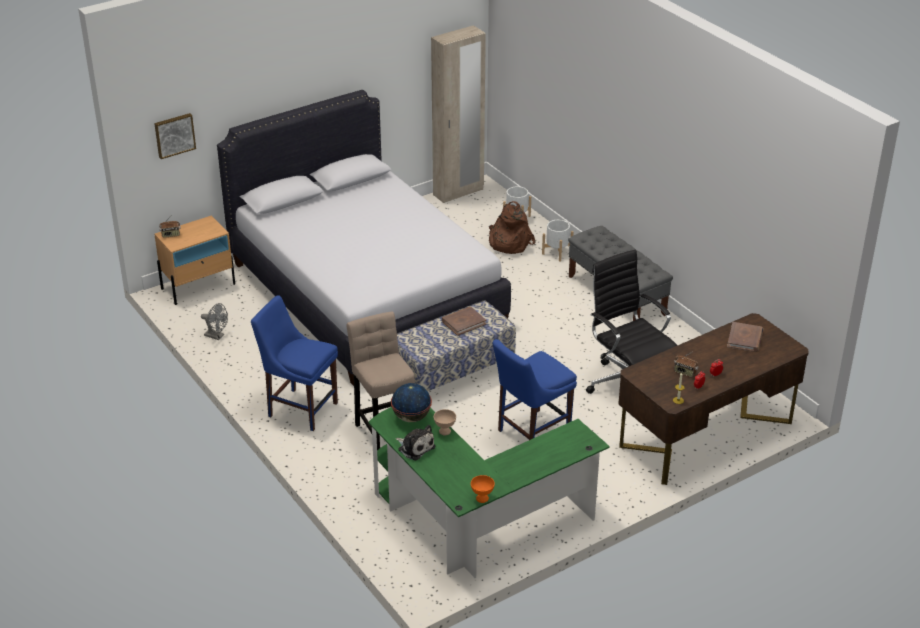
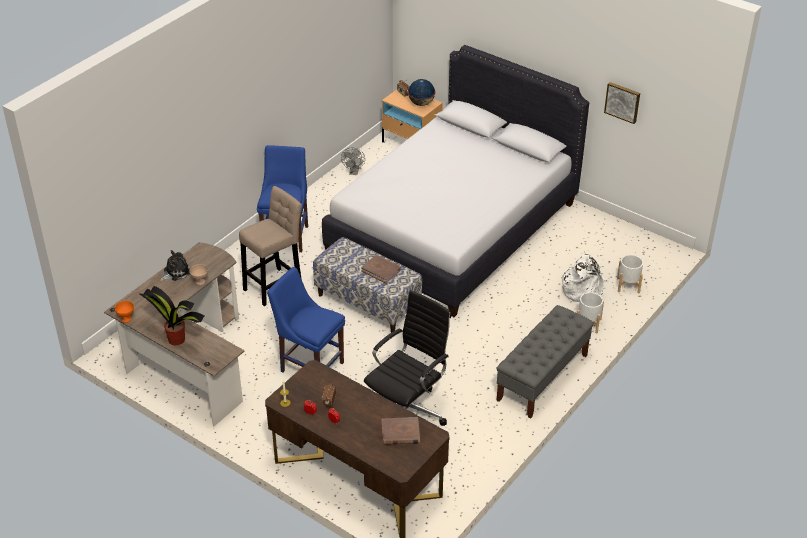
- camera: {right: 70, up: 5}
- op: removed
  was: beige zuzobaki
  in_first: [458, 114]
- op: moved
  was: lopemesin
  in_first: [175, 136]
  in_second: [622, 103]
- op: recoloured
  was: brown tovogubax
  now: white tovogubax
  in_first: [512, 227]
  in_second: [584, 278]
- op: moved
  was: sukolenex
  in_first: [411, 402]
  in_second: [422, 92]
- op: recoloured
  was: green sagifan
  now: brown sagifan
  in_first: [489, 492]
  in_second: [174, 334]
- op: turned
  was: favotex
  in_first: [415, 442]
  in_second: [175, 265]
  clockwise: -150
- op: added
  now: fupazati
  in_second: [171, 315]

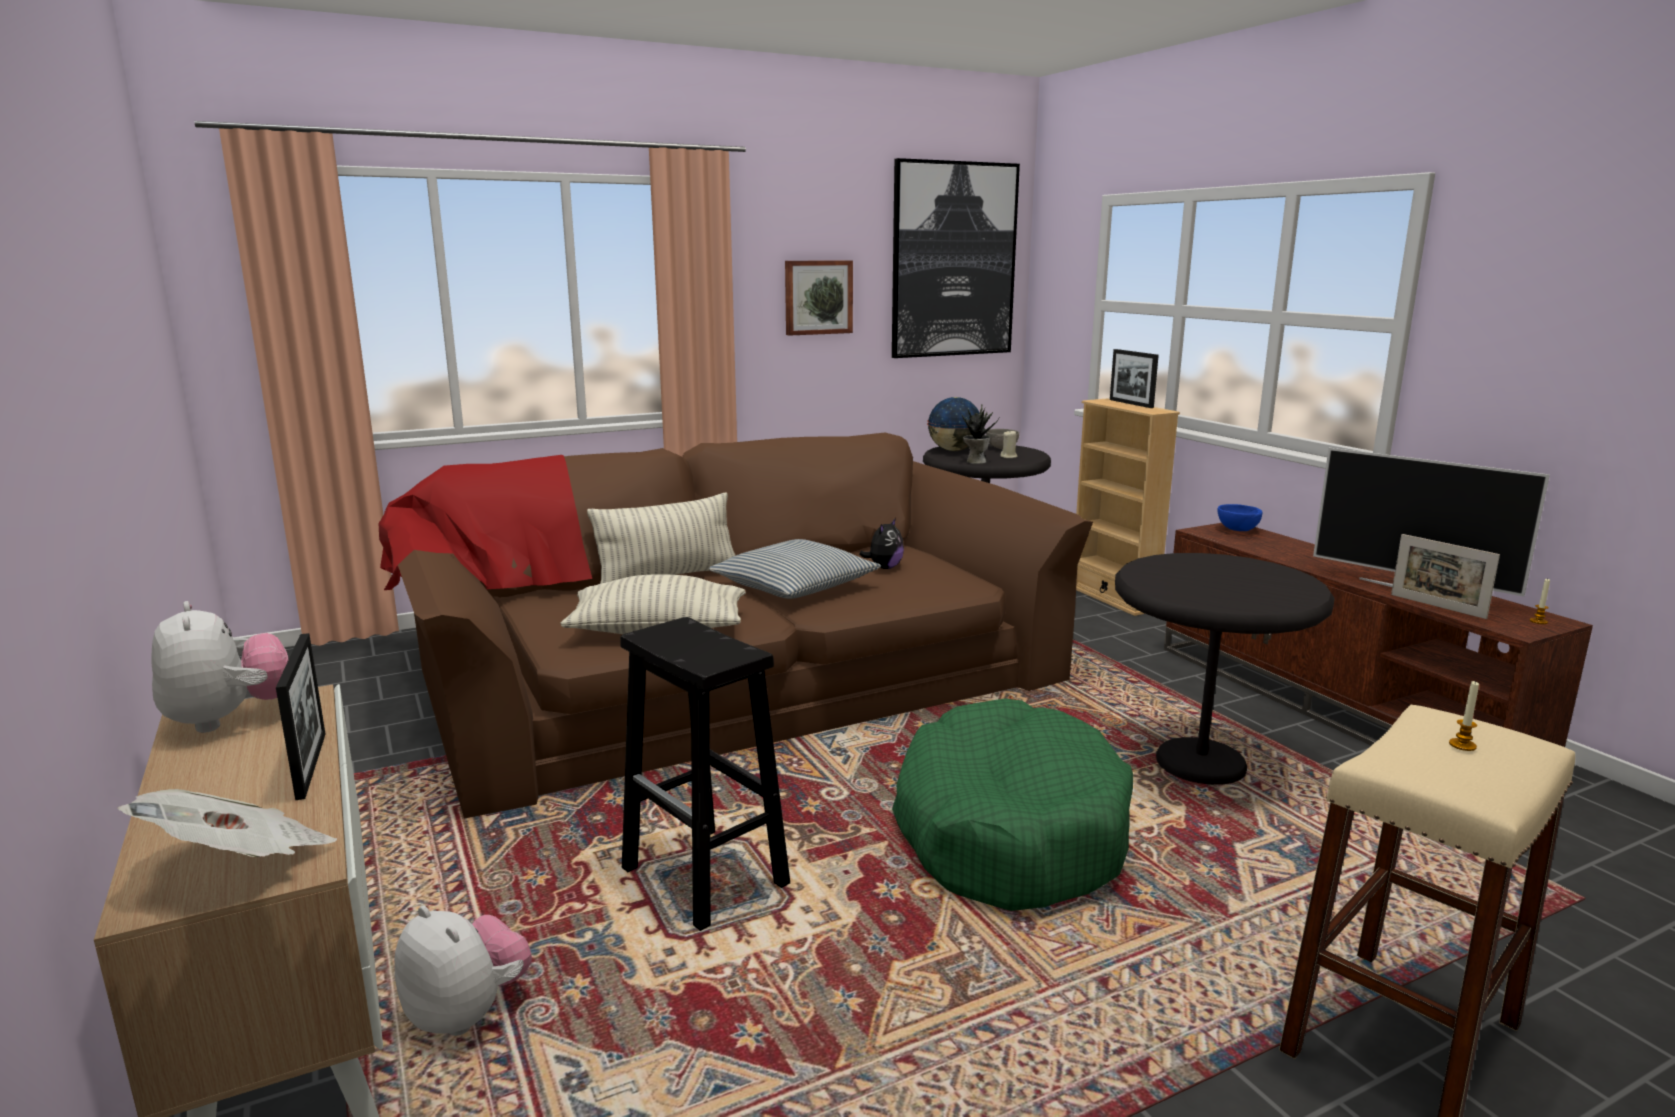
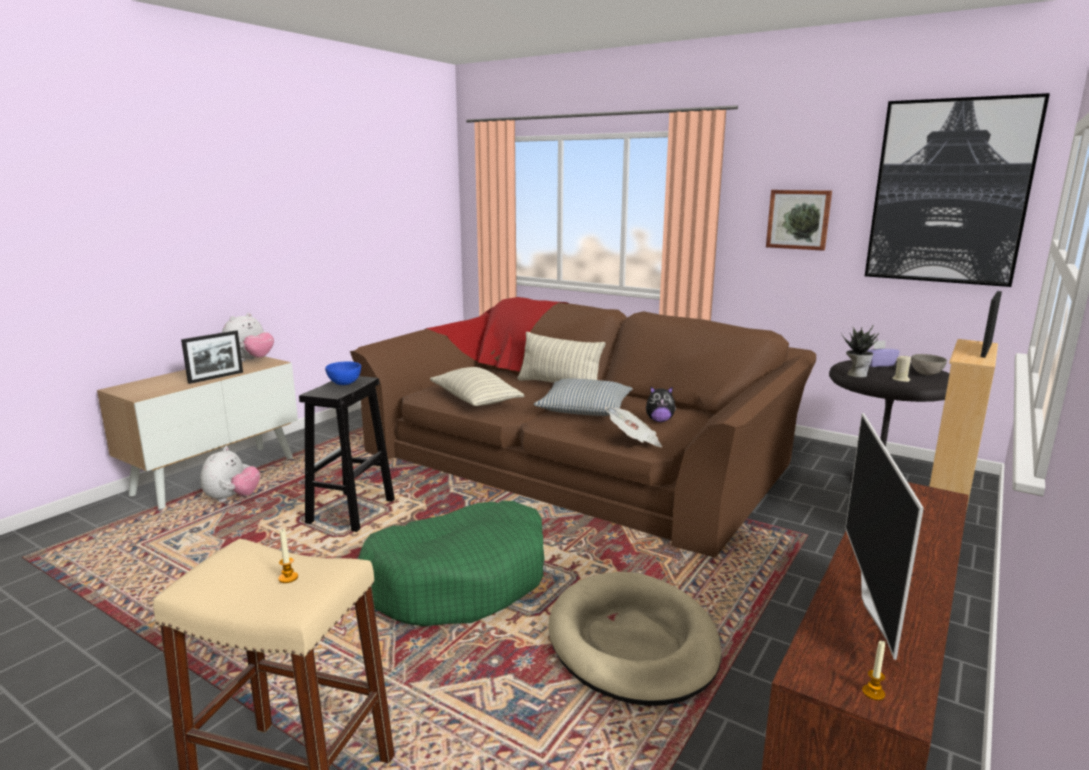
- camera: {right: 60, up: 0}
- op: replaced
  was: sukolenex
  now: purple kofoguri
  in_first: [953, 424]
  in_second: [883, 354]
- op: moved
  was: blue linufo
  in_first: [1239, 517]
  in_second: [343, 373]
- op: removed
  was: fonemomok
  in_first: [1445, 576]
- op: replaced
  was: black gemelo
  now: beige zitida
  in_first: [1225, 669]
  in_second: [635, 639]
- op: moved
  was: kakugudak
  in_first: [227, 823]
  in_second: [633, 427]

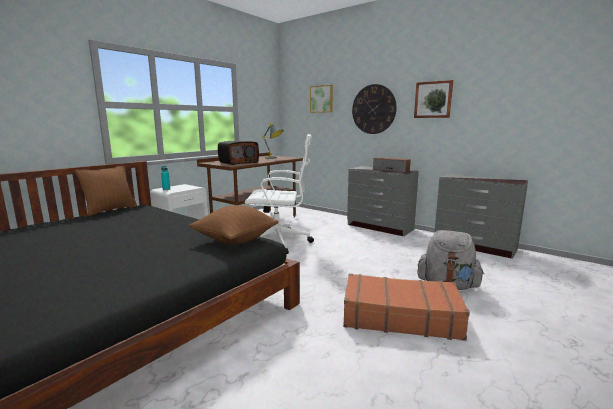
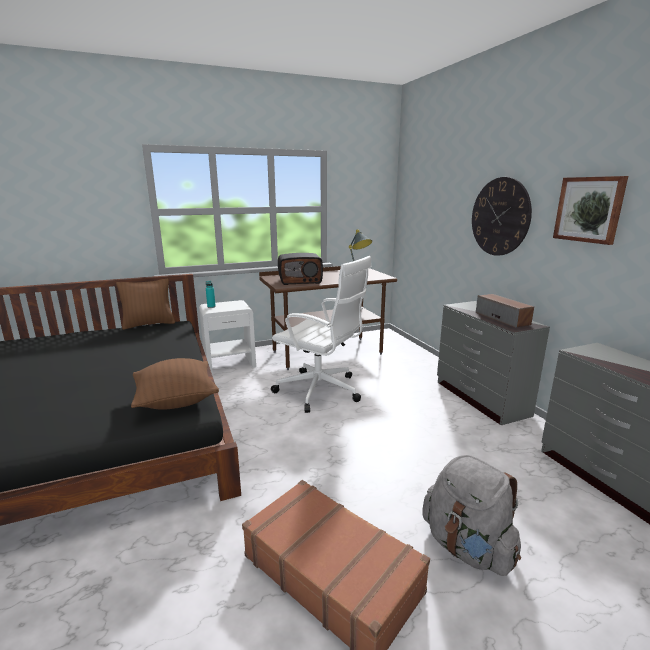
- camera: {right: 30, up: 5}
- op: removed
  was: lopemesin
  in_first: [321, 99]

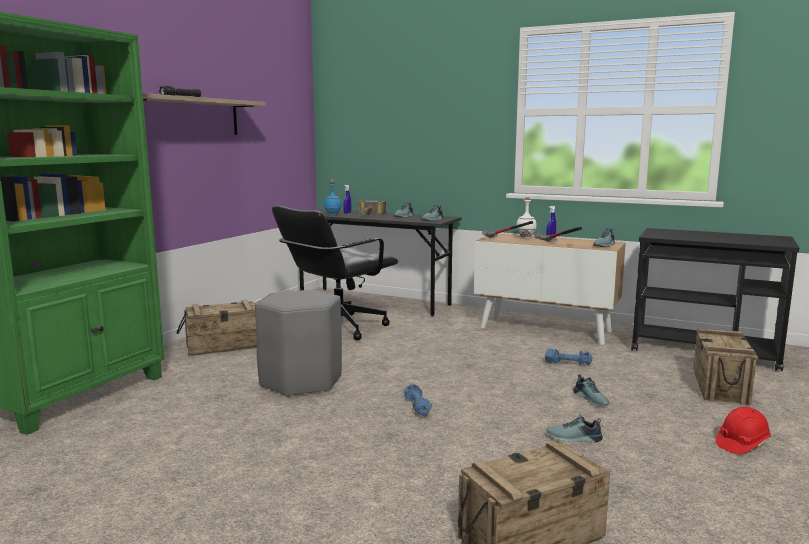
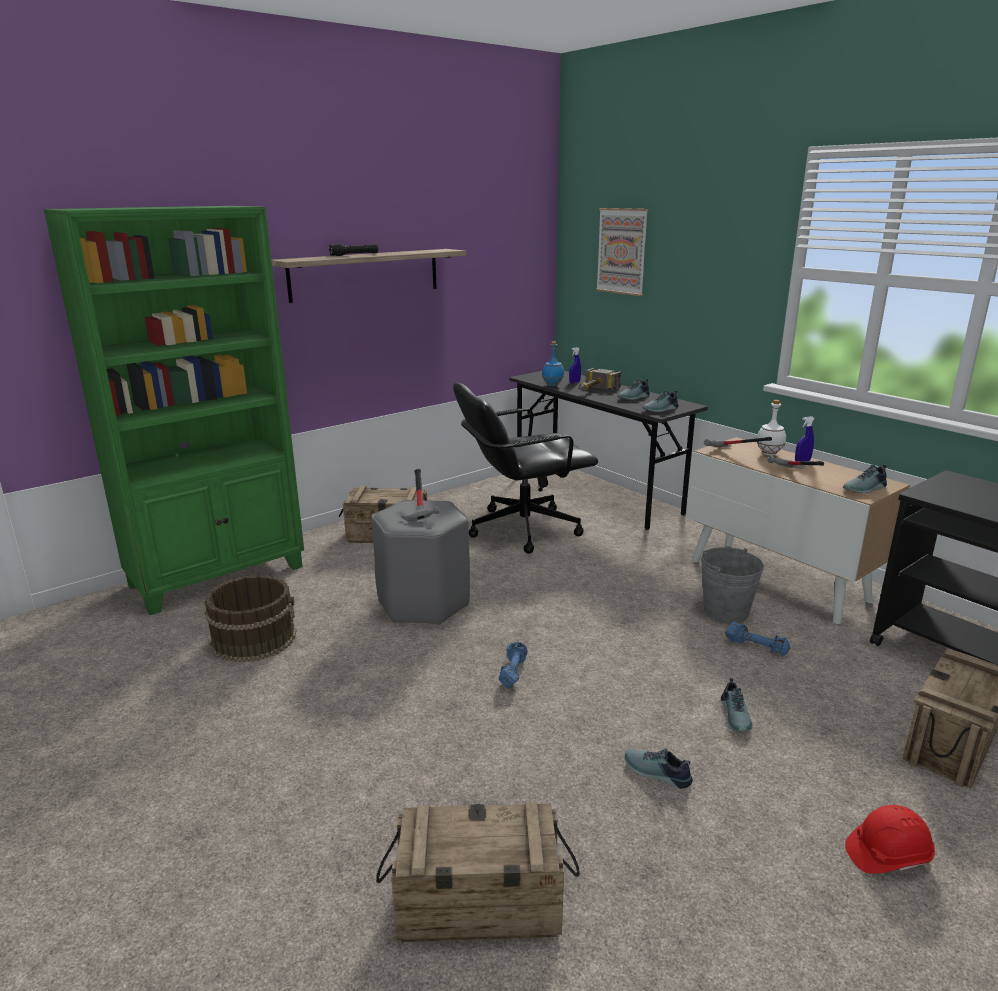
- camera: {right: 25, up: 10}
- op: added
  now: lopemesin
  in_second: [622, 252]
- op: added
  now: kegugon
  in_second: [420, 495]
- op: added
  now: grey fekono
  in_second: [732, 585]
- op: added
  now: brown fekono
  in_second: [250, 619]

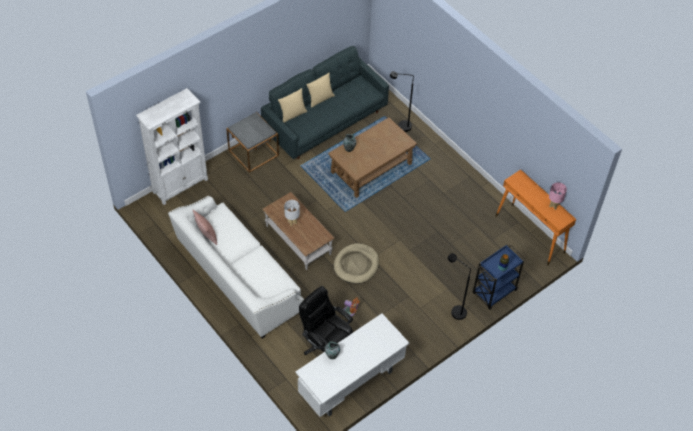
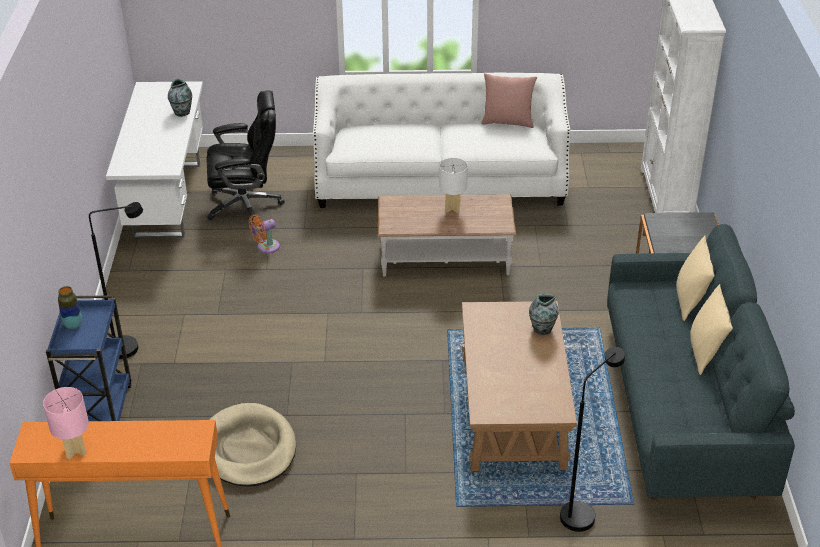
- camera: {right: 130, up: -15}
- op: moved
  was: beige zitida
  in_first: [356, 263]
  in_second: [252, 445]

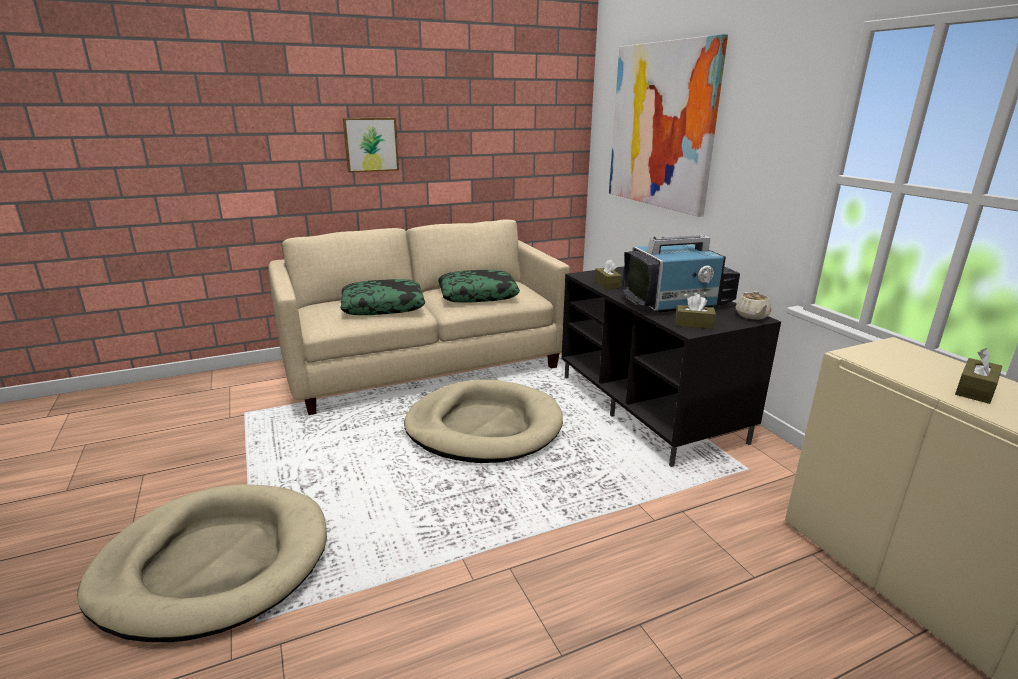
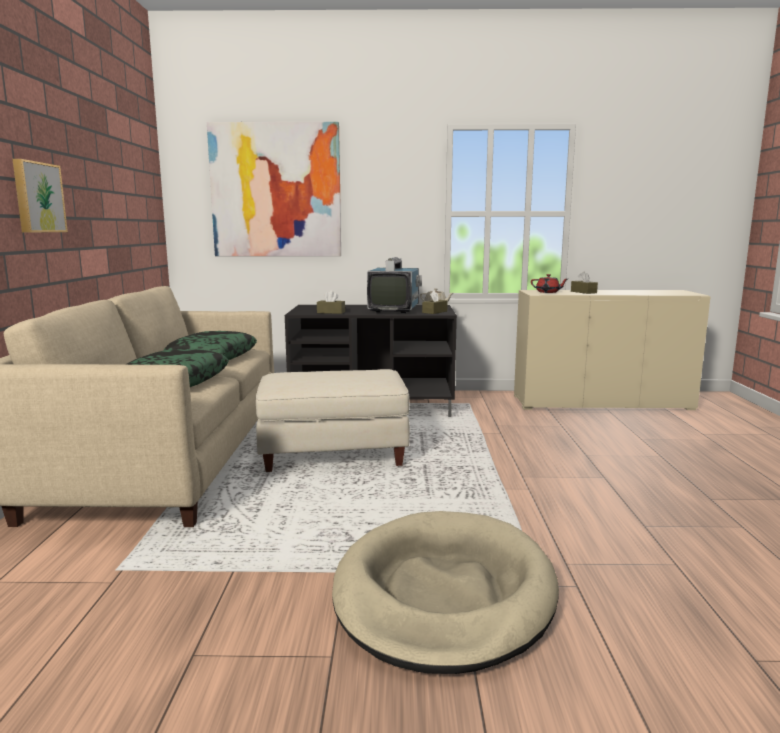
- camera: {right: -65, up: -10}
- op: replaced
  was: beige zitida
  now: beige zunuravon
  in_first: [483, 421]
  in_second: [333, 420]
- op: added
  now: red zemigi
  in_second: [549, 283]

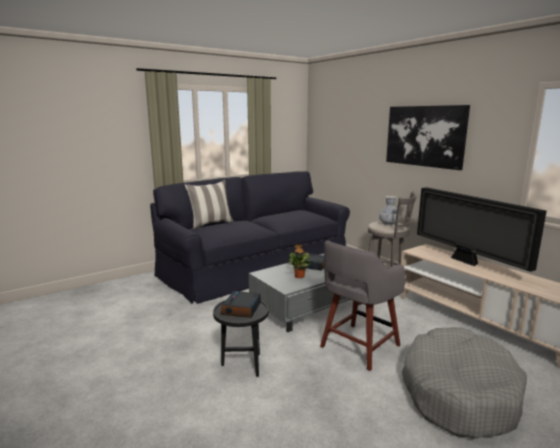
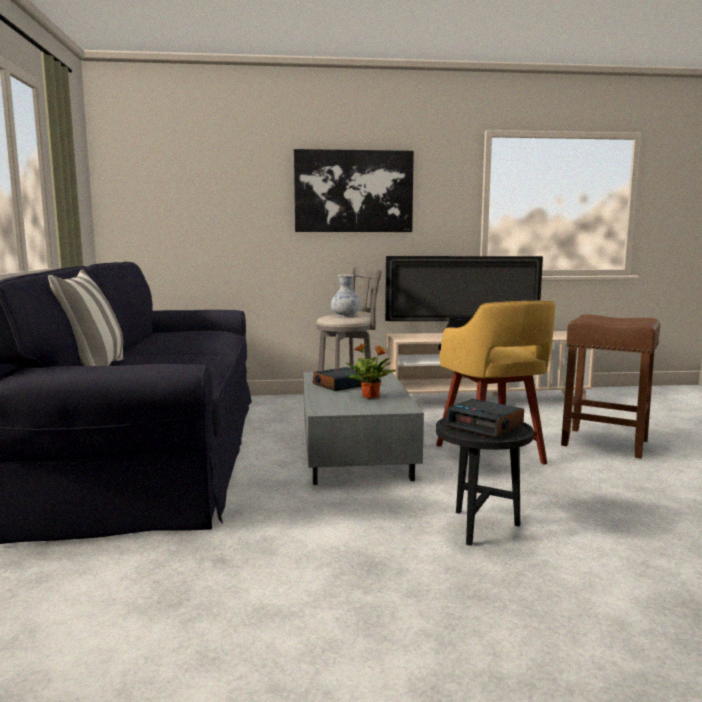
- camera: {right: -60, up: -5}
- op: recoloured
  was: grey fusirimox
  now: yellow fusirimox
  in_first: [362, 306]
  in_second: [495, 382]
- op: replaced
  was: grey zitida
  now: brown fusirimox
  in_first: [464, 383]
  in_second: [610, 386]

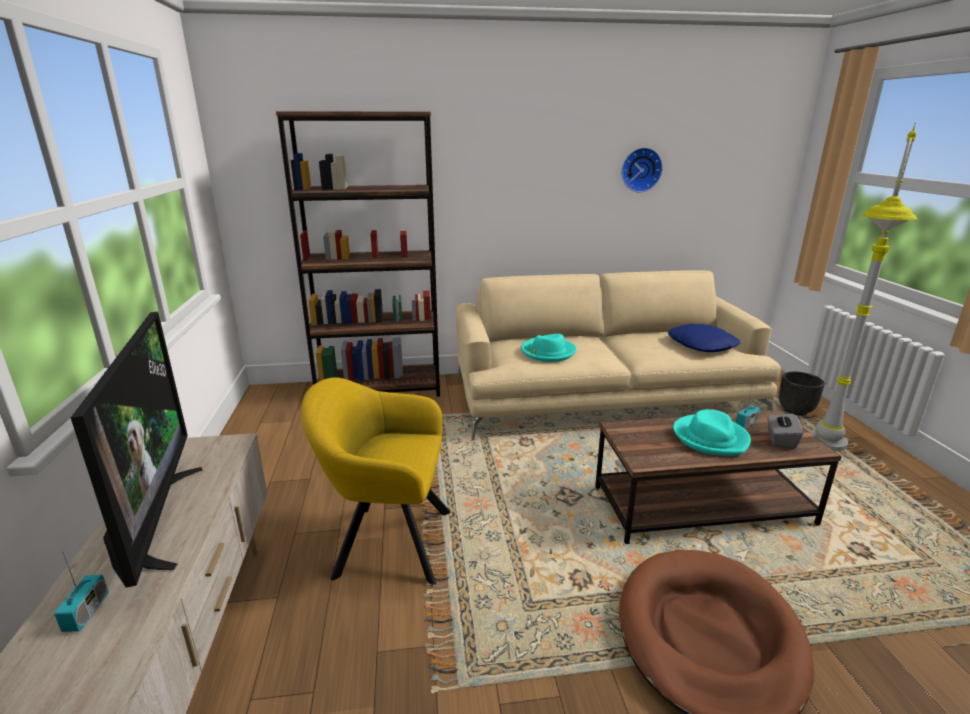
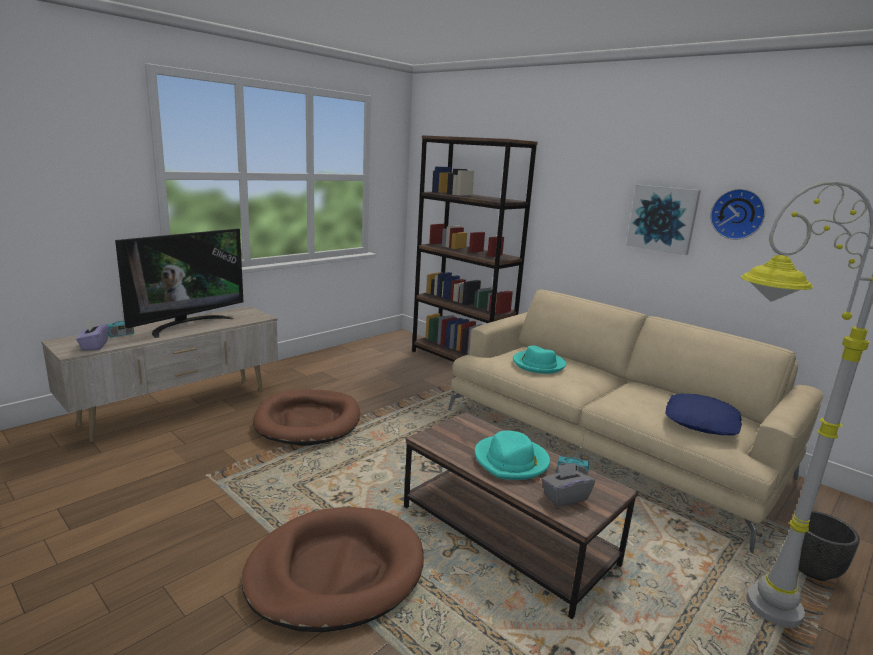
- camera: {right: 50, up: -5}
- op: replaced
  was: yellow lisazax
  now: brown zitida
  in_first: [376, 481]
  in_second: [306, 417]
- op: added
  now: lopemesin
  in_second: [663, 220]
- op: added
  now: purple kofoguri
  in_second: [92, 335]

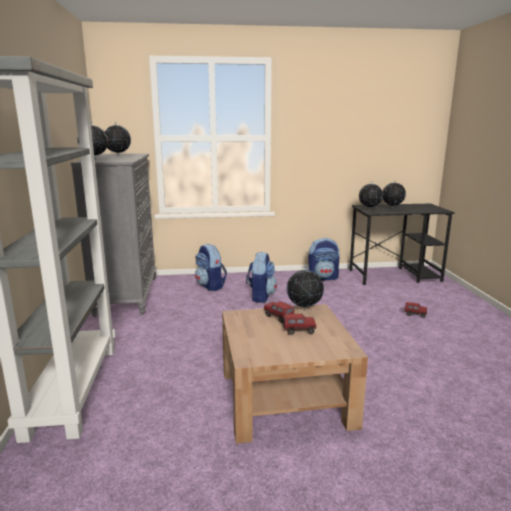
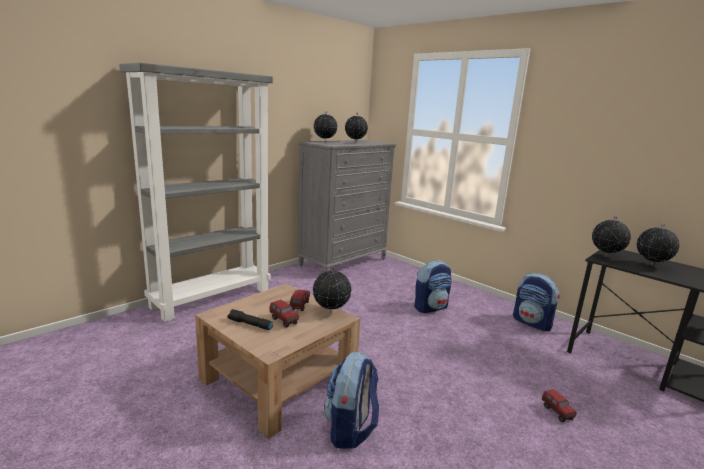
- camera: {right: 50, up: 0}
- op: moved
  was: tovogubax
  in_first: [211, 267]
  in_second: [351, 400]
- op: added
  now: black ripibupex
  in_second: [250, 319]

